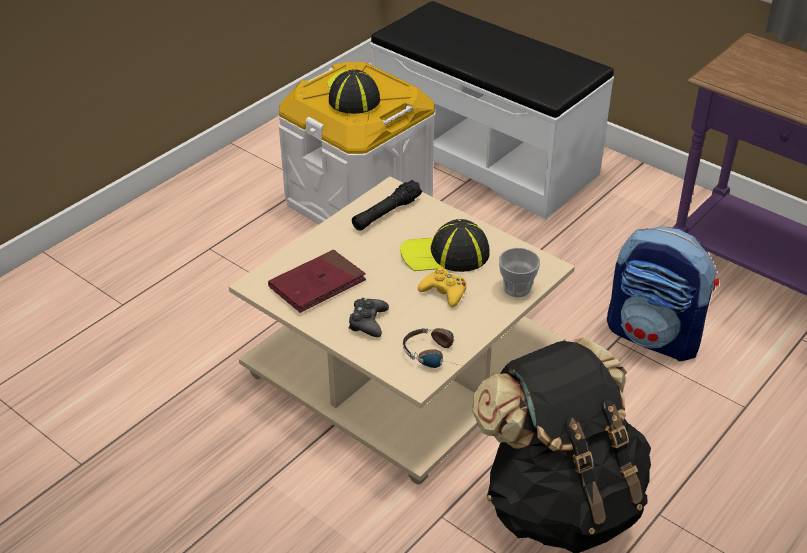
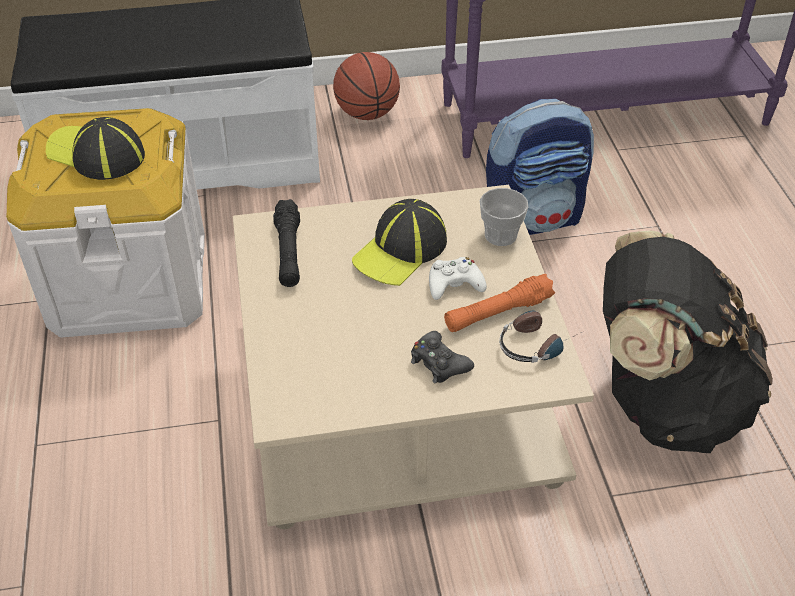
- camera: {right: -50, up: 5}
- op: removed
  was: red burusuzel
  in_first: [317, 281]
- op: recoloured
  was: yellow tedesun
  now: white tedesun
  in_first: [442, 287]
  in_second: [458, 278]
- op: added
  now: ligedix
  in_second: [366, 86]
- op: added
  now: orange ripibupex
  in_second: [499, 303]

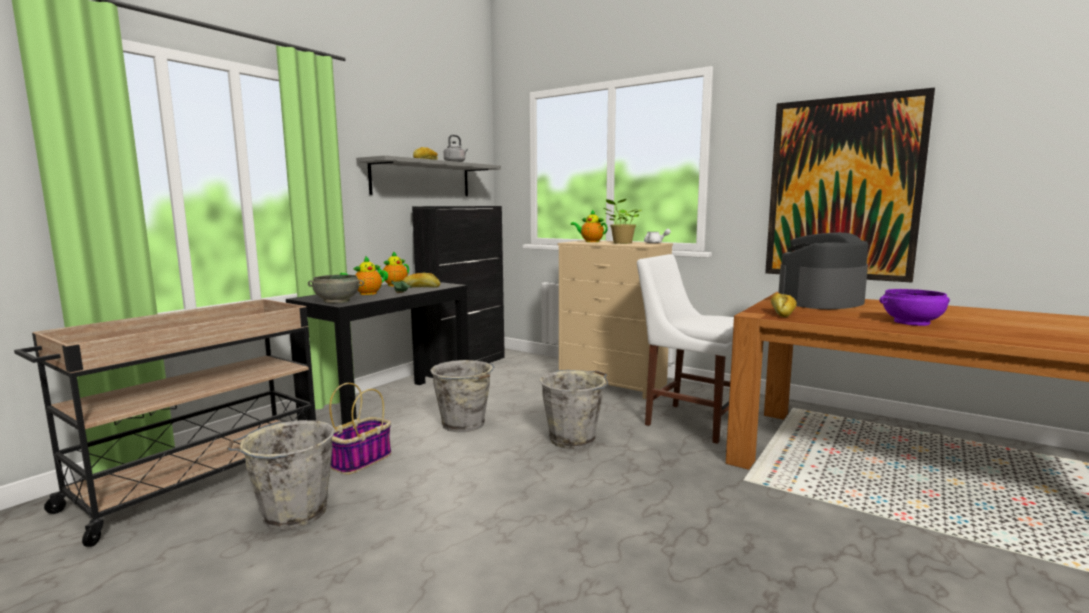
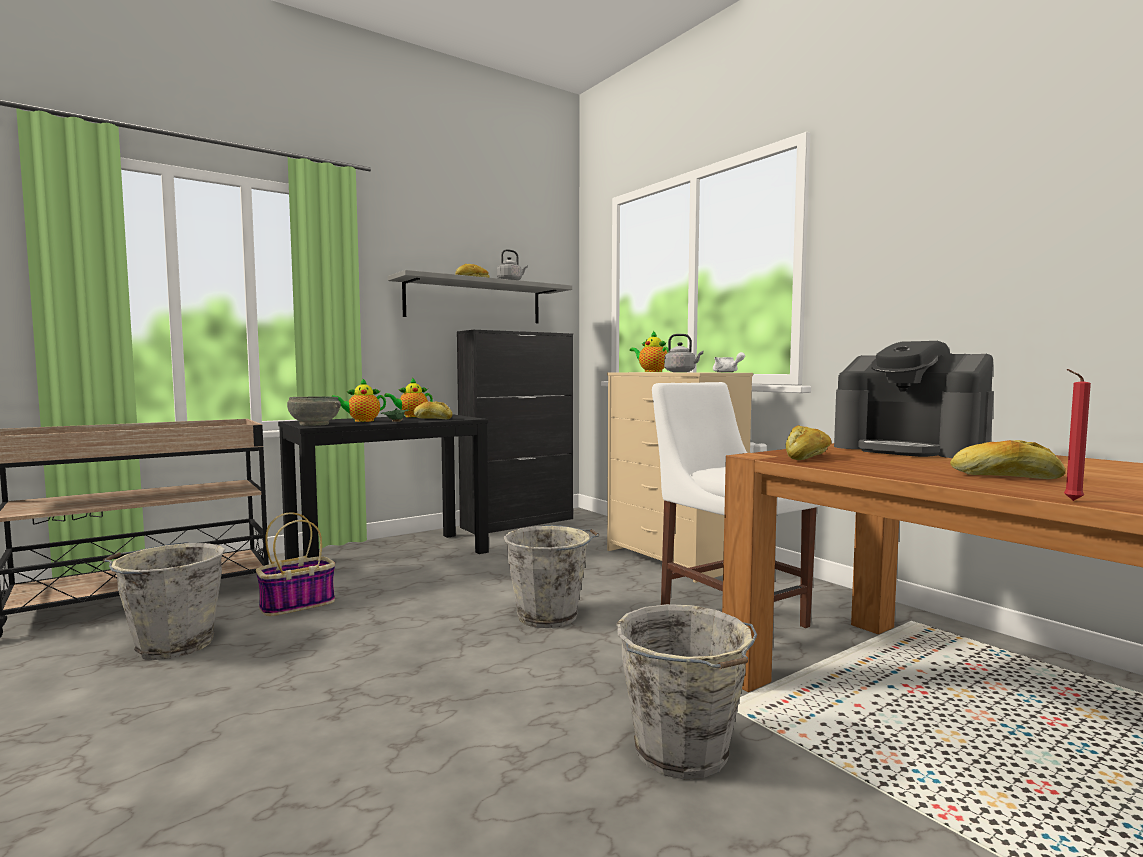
- camera: {right: 20, up: -5}
- op: removed
  was: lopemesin
  in_first: [850, 185]
- op: replaced
  was: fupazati
  now: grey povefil
  in_first: [622, 221]
  in_second: [683, 353]
- op: turned
  was: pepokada
  in_first: [823, 270]
  in_second: [914, 399]
  clockwise: -120
- op: replaced
  was: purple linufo
  now: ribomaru
  in_first: [915, 307]
  in_second: [1007, 459]
- op: moved
  was: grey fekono
  in_first: [462, 396]
  in_second: [686, 691]
- op: added
  now: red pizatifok
  in_second: [1077, 435]

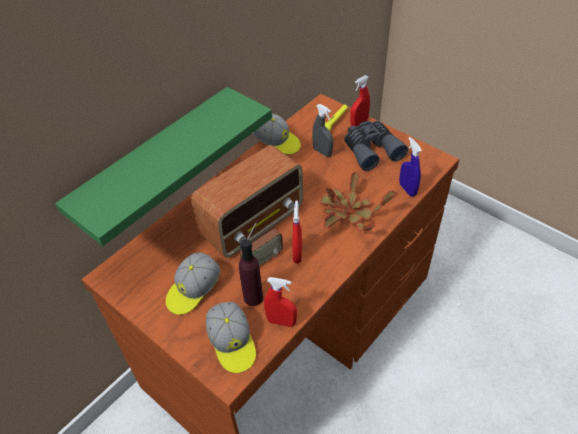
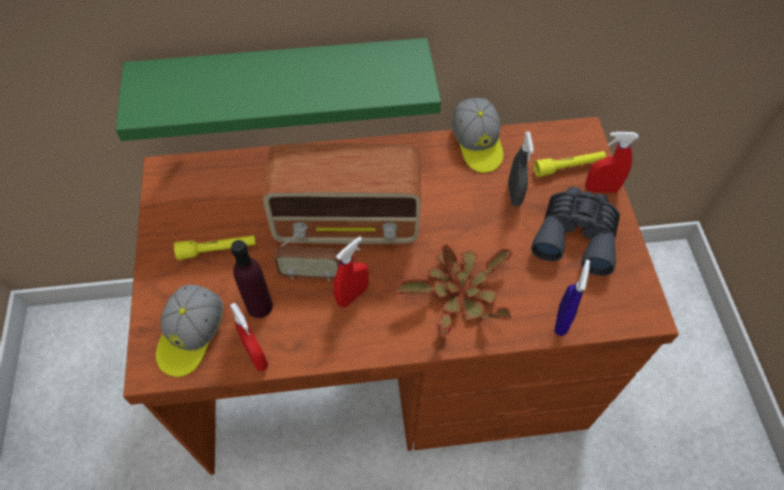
- camera: {right: 40, up: 10}
- op: replaced
  was: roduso
  now: yellow ripibupex
  in_first: [193, 283]
  in_second: [215, 247]

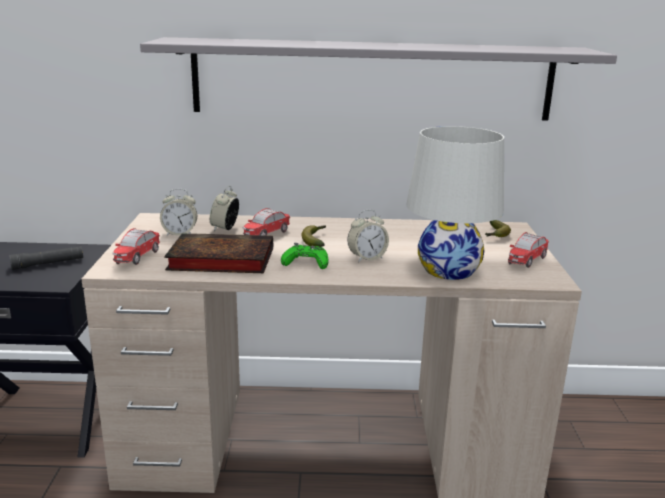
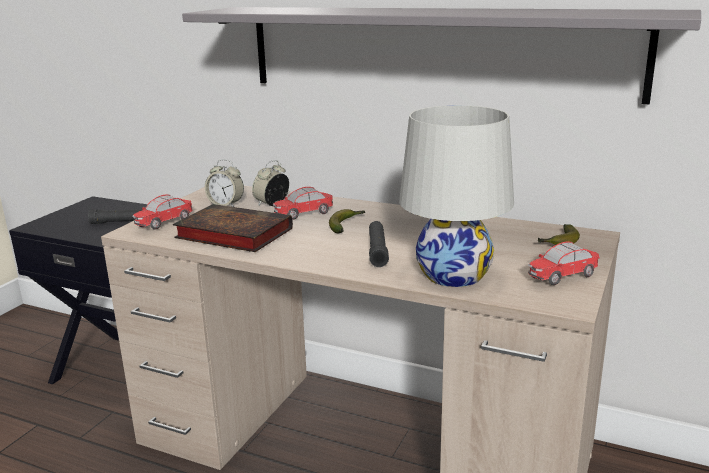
- camera: {right: 25, up: 0}
- op: replaced
  was: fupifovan
  now: black ripibupex
  in_first: [368, 236]
  in_second: [379, 244]
- op: removed
  was: green tedesun
  in_first: [304, 256]

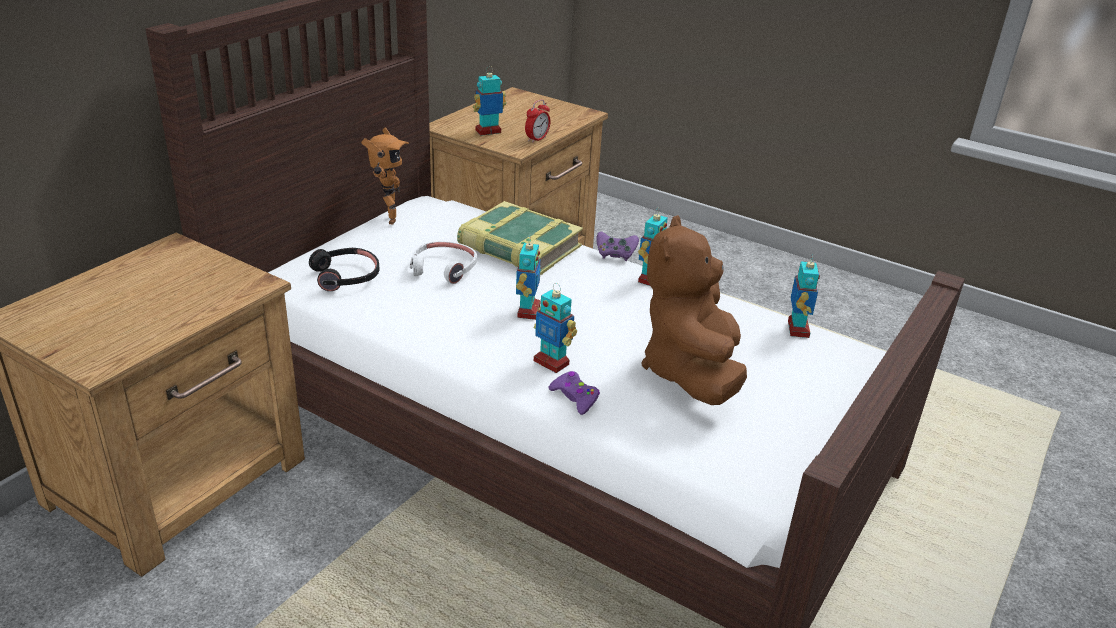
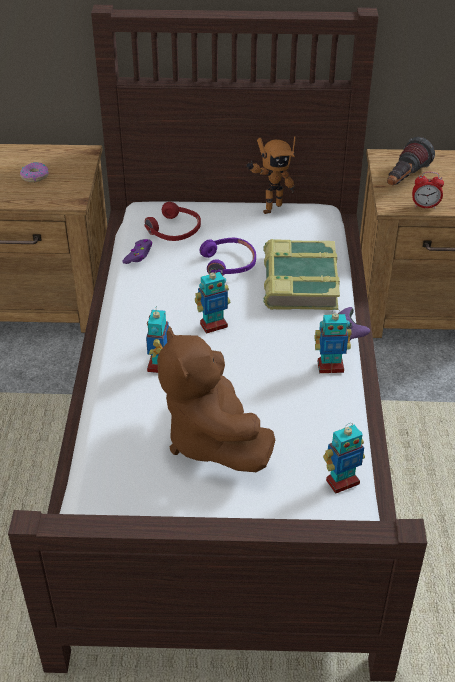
- camera: {right: 60, up: 10}
- op: replaced
  was: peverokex
  now: ripibupex
  in_first: [489, 101]
  in_second: [411, 161]
- op: turned
  was: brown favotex
  in_first: [694, 310]
  in_second: [216, 399]
  clockwise: -90
- op: recoloured
  was: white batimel
  now: purple batimel
  in_first: [443, 262]
  in_second: [228, 257]
- op: recoloured
  was: black batimel
  now: red batimel
  in_first: [344, 269]
  in_second: [173, 221]
- op: moved
  was: purple tedesun
  in_first: [574, 393]
  in_second: [137, 251]
- op: added
  now: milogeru
  in_second: [34, 172]

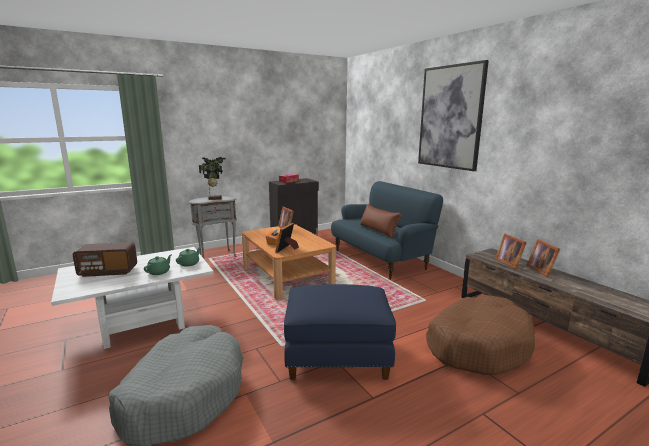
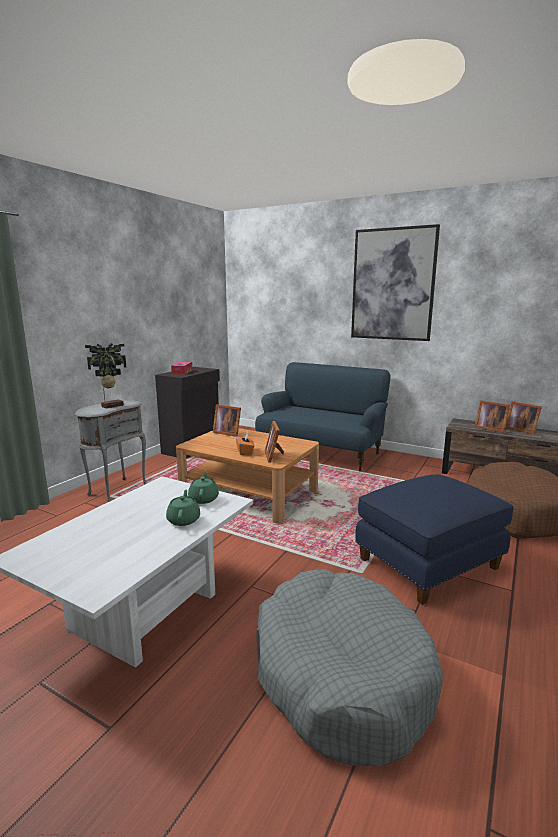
- camera: {right: -30, up: 0}
- op: removed
  was: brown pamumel
  in_first: [381, 221]
- op: removed
  was: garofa
  in_first: [105, 259]

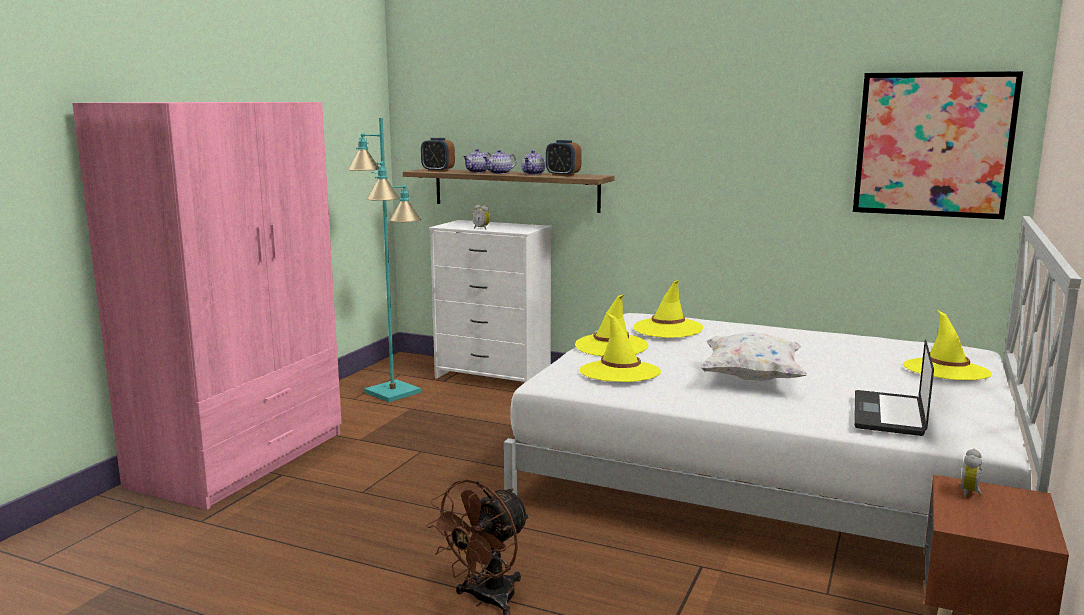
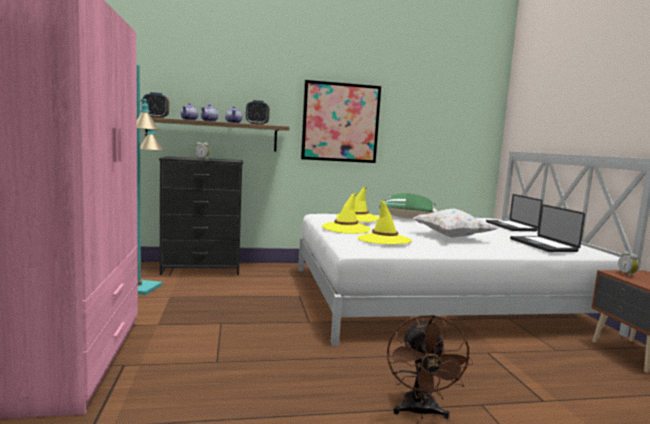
- camera: {right: -35, up: -5}
- op: moved
  was: lopemesin
  in_first: [938, 145]
  in_second: [341, 121]
- op: recoloured
  was: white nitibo
  now: black nitibo
  in_first: [490, 301]
  in_second: [201, 215]
- op: replaced
  was: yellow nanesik
  now: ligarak
  in_first: [947, 345]
  in_second: [514, 212]
- op: added
  now: green pamumel
  in_second: [408, 206]

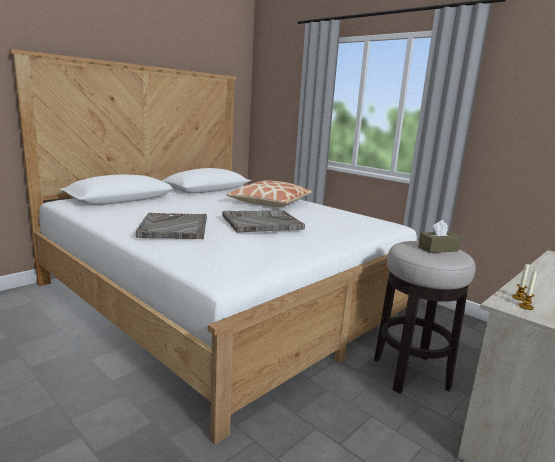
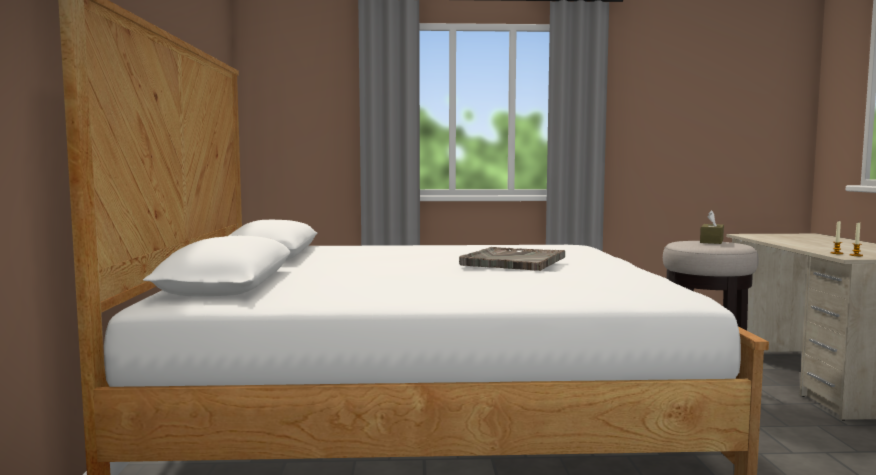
- camera: {right: -45, up: -10}
- op: removed
  was: pamumel
  in_first: [269, 193]
- op: removed
  was: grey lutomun
  in_first: [171, 226]

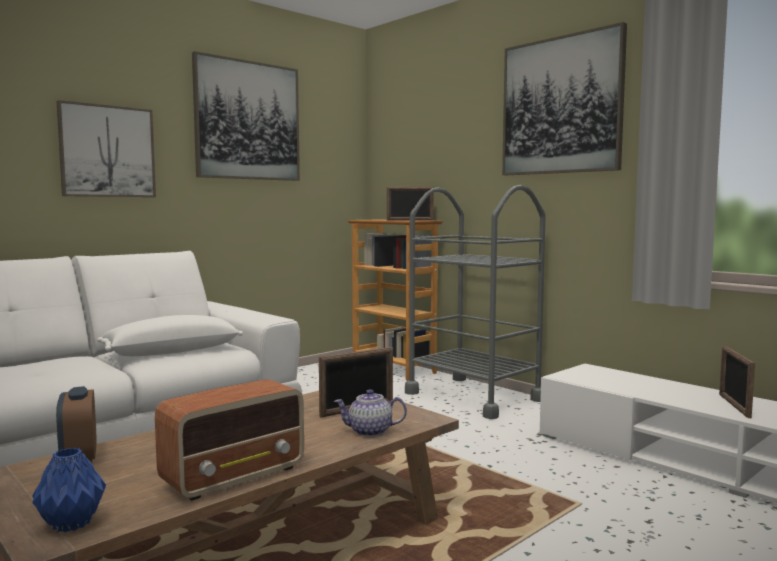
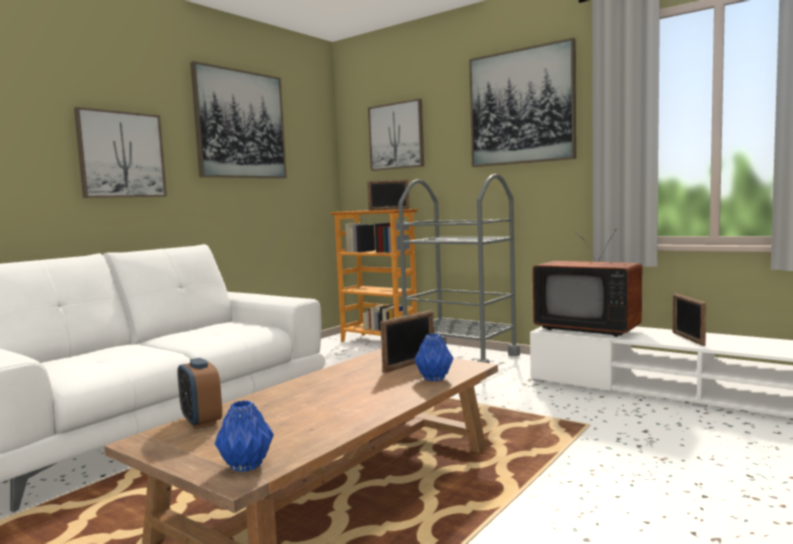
- camera: {right: -10, up: 0}
- op: removed
  was: white pamumel
  in_first: [170, 335]
- op: removed
  was: garofa
  in_first: [229, 440]
- op: replaced
  was: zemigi
  now: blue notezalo
  in_first: [370, 413]
  in_second: [433, 357]
- op: added
  now: lopemesin
  in_second: [396, 135]
- op: added
  now: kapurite
  in_second: [587, 282]

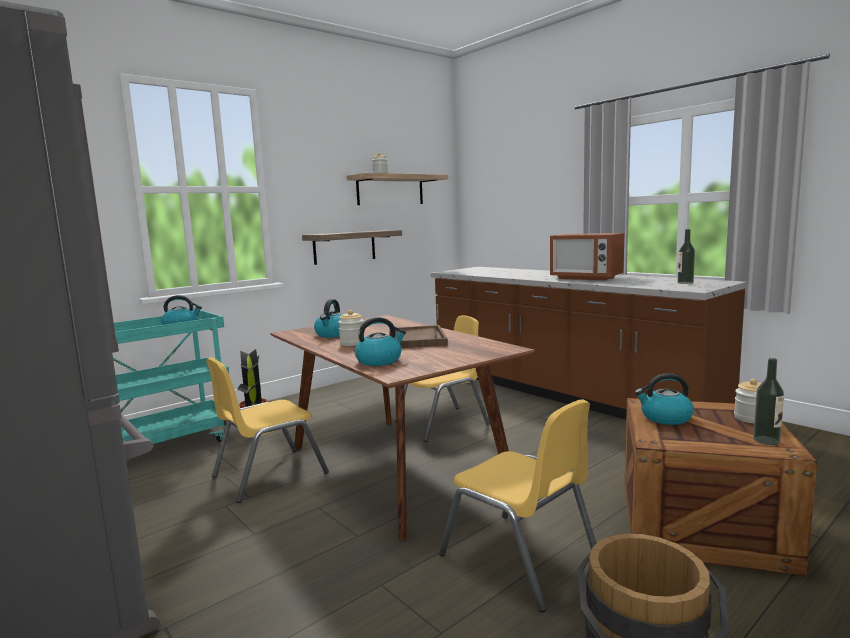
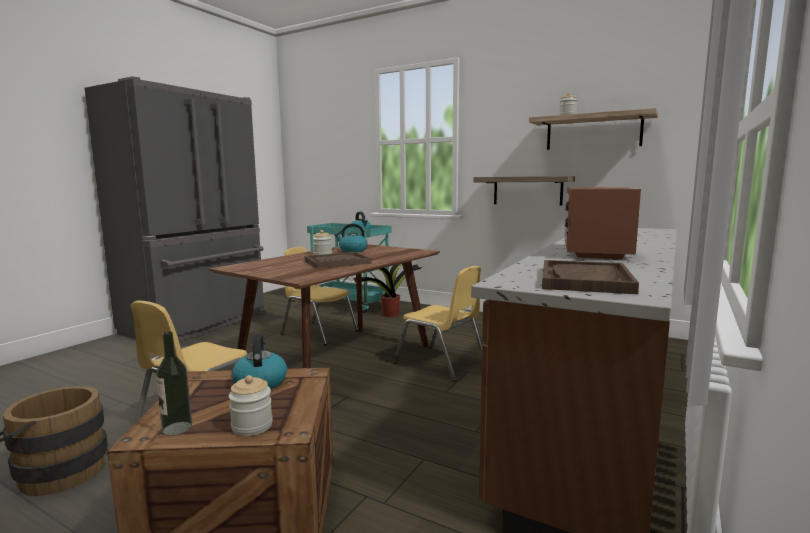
- camera: {right: 70, up: 0}
- op: replaced
  was: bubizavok
  now: brown lutomun
  in_first: [686, 256]
  in_second: [590, 277]
- op: removed
  was: povefil
  in_first: [380, 341]

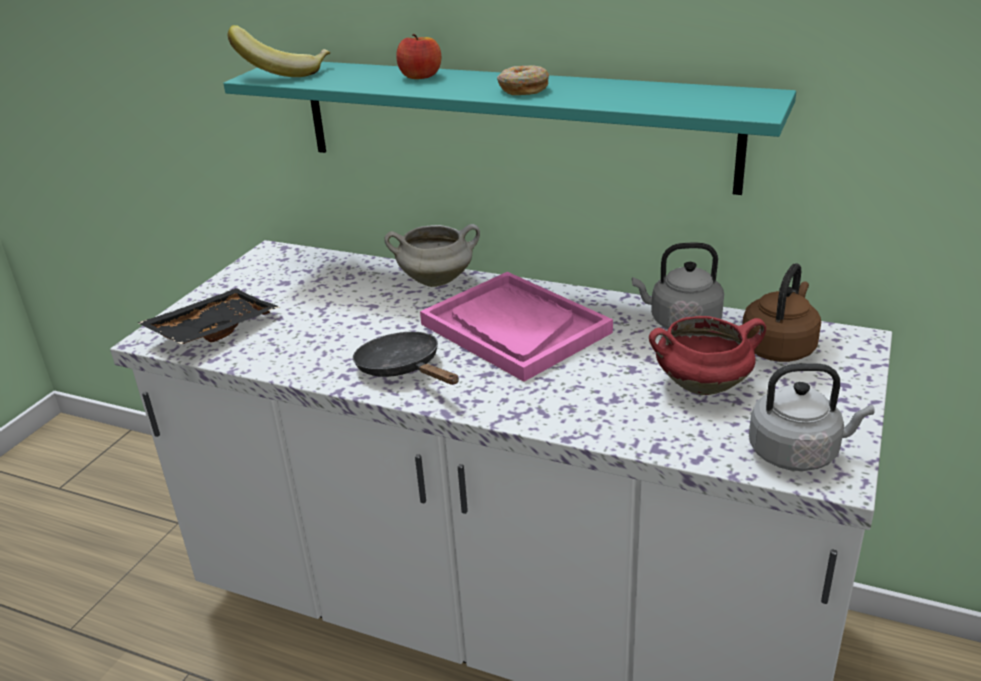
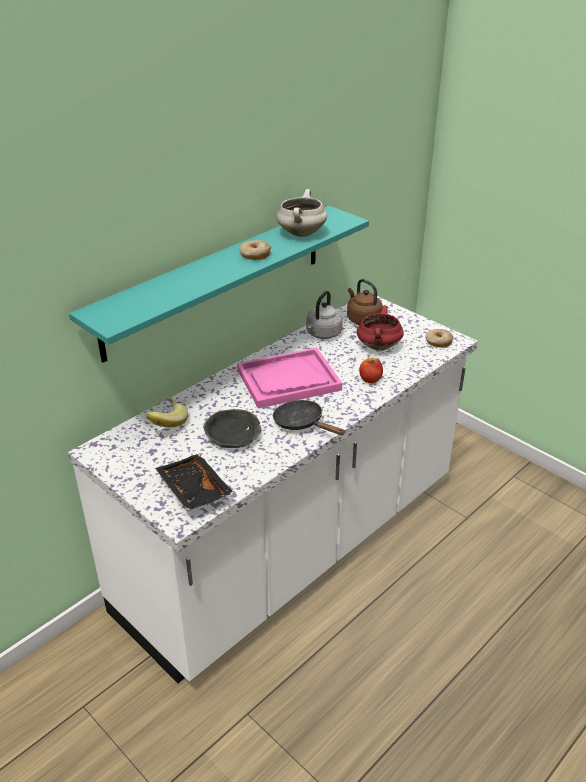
- camera: {right: -70, up: 5}
- op: moved
  was: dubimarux
  in_first: [279, 51]
  in_second: [167, 412]
- op: moved
  was: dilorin
  in_first: [418, 56]
  in_second: [371, 370]
- op: moved
  was: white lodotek
  in_first: [432, 255]
  in_second: [301, 213]
- op: turned
  was: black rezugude
  in_first: [406, 358]
  in_second: [309, 417]
  clockwise: 60
- op: replaced
  was: grey povefil
  now: milogeru
  in_first: [812, 417]
  in_second: [440, 338]
- op: added
  now: grey linufo
  in_second: [232, 428]

